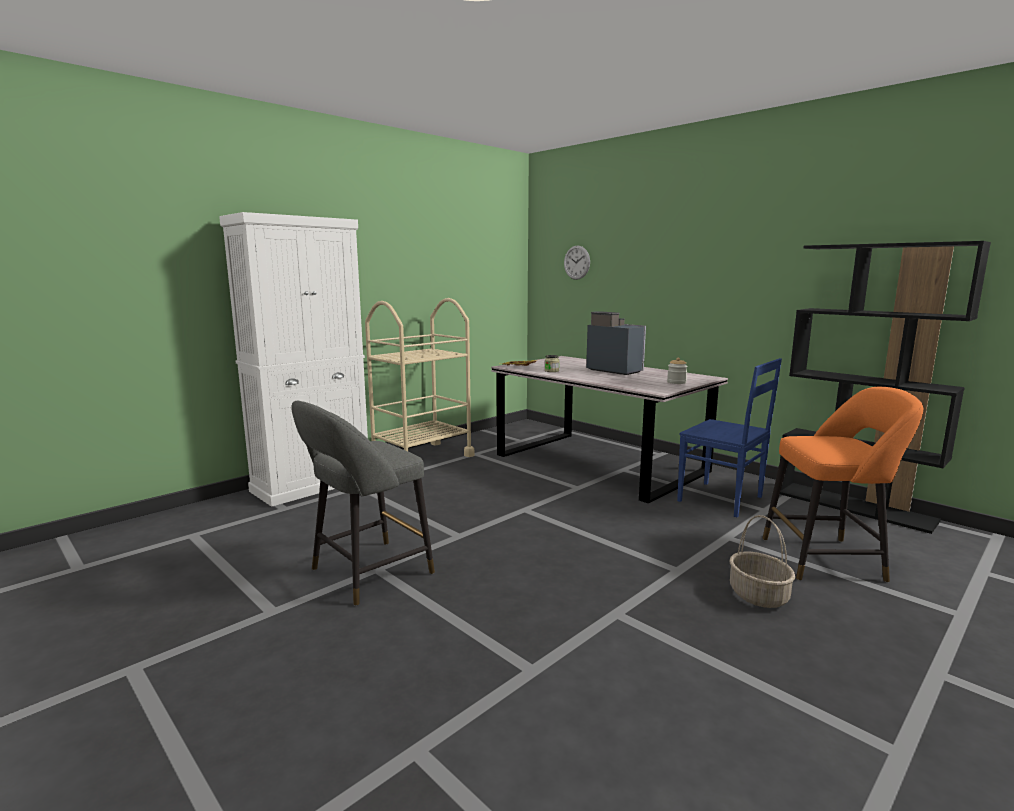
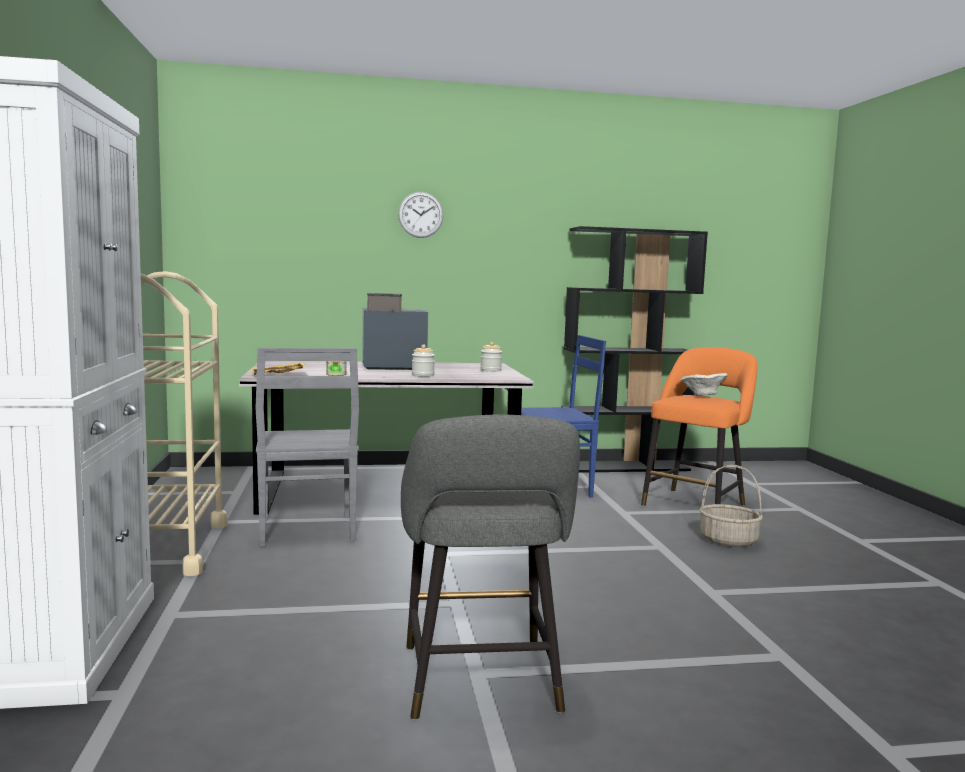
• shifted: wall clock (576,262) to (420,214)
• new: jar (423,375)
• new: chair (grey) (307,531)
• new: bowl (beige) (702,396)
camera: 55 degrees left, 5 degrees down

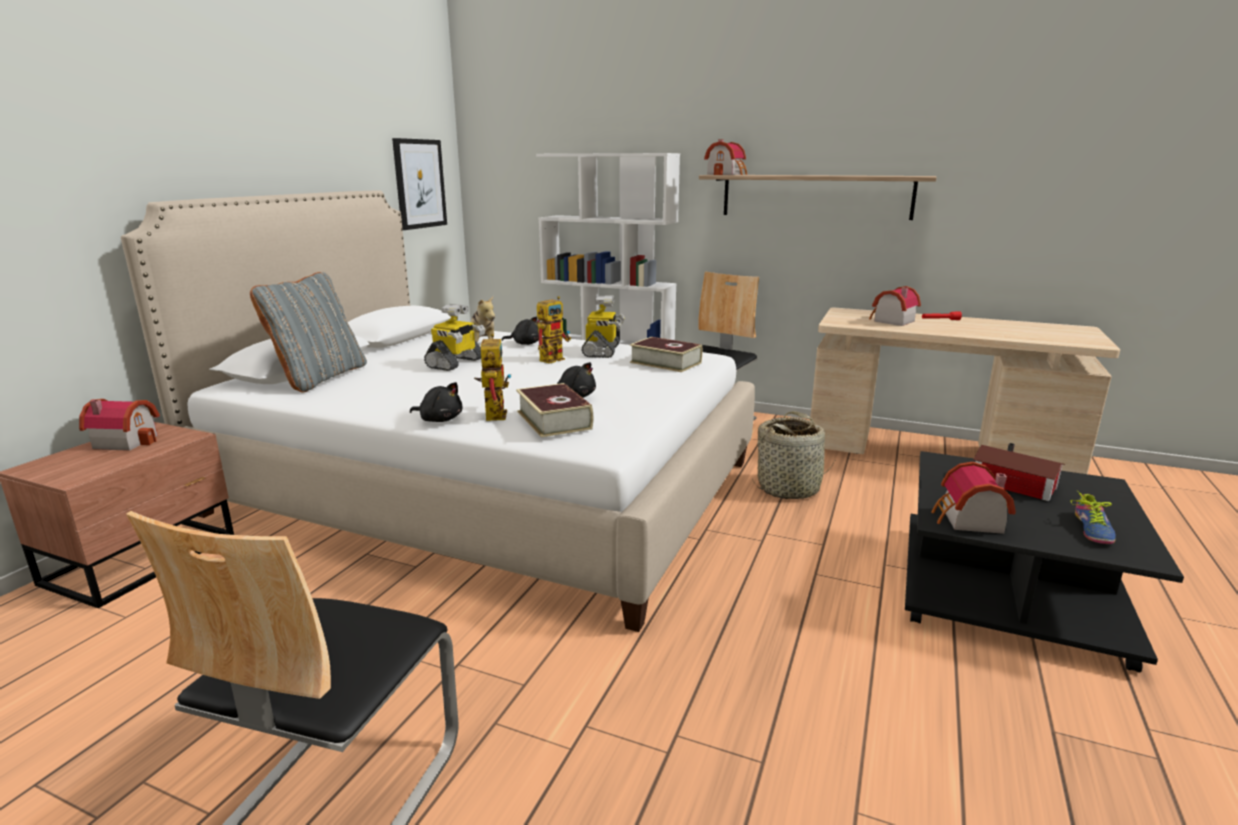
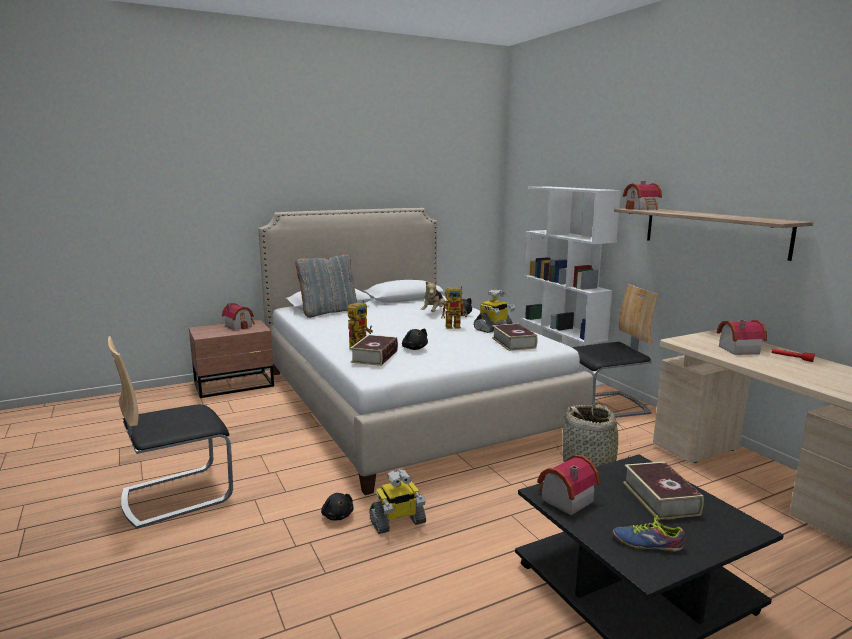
• gone: picture (419,184)
• shifted: toy robot (456,363) to (397,522)
• shifted: plush toy (black) (439,419) to (337,515)
• swapped: toy house (1015,485) to book (660,498)
• rotated: shoe (1089,529) = (646,542) 45 degrees clockwise
camera: 40 degrees right, 5 degrees down

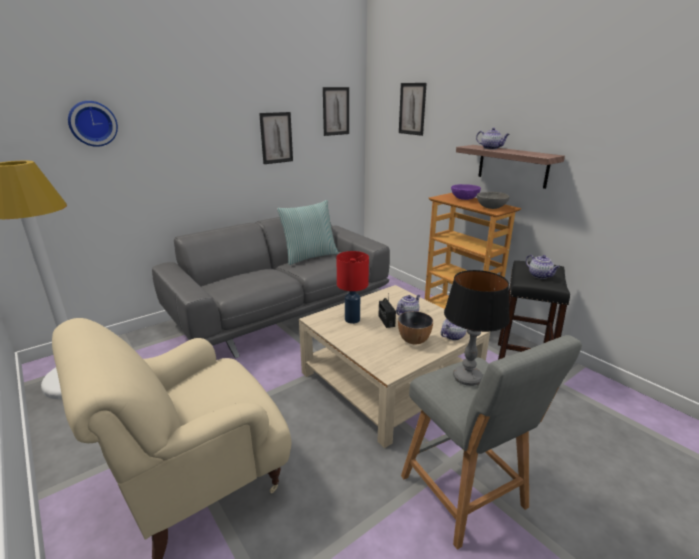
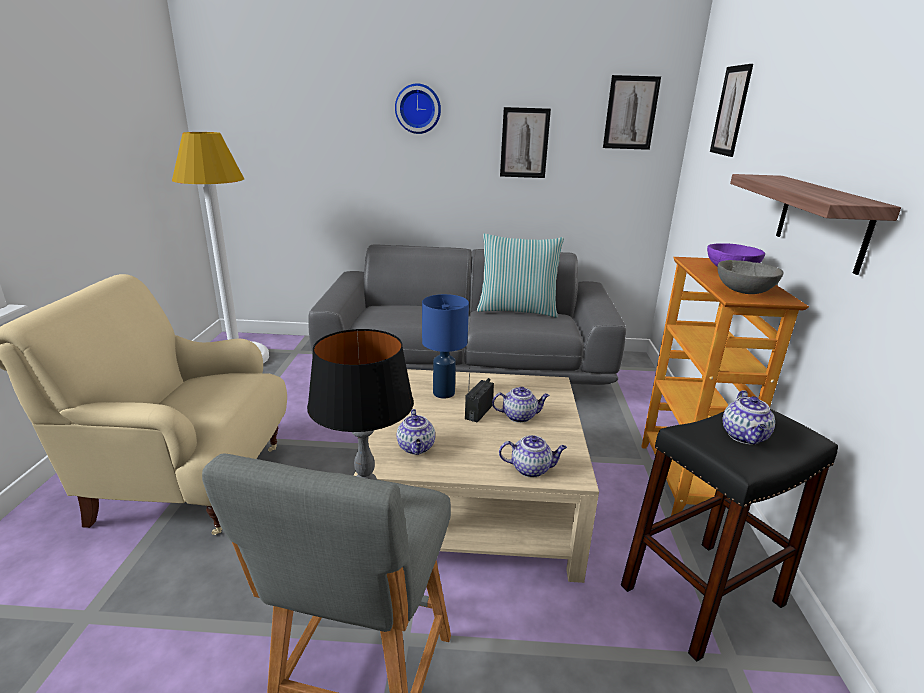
• shifted: wall clock (92,123) to (418,109)
• shifted: teapot (491,148) to (416,448)
• repainted: table lamp (red) (351,319) to table lamp (blue) (443,393)
• gone: bowl (414,340)
camera: 40 degrees right, 0 degrees up

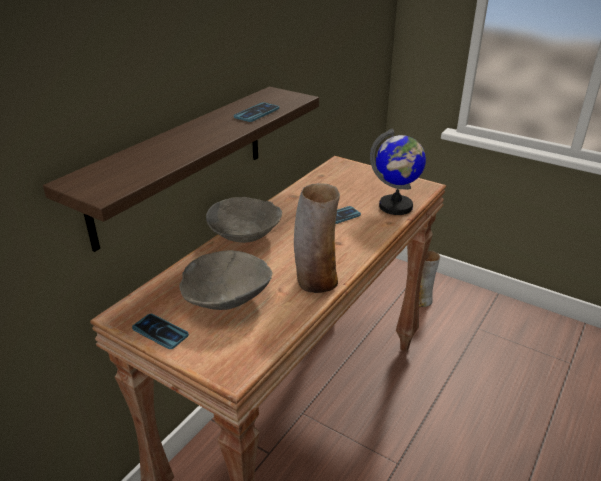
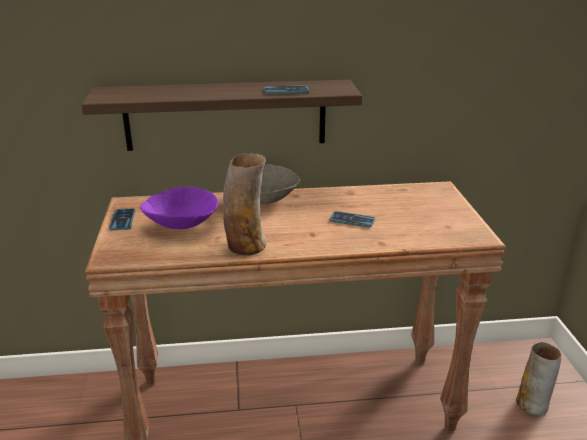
• gone: globe (396,207)
• repainted: bowl (grey) (227,300) to bowl (purple) (181,225)
camera: 50 degrees right, 5 degrees down

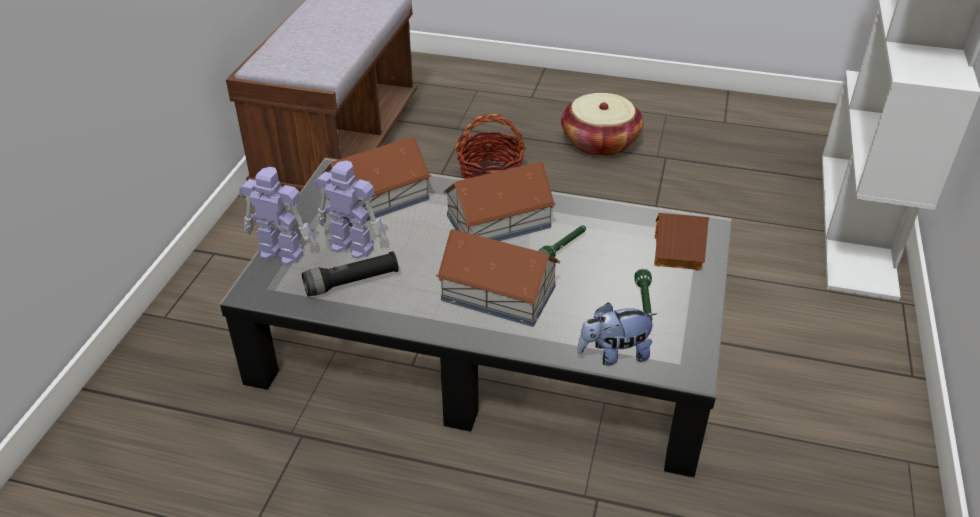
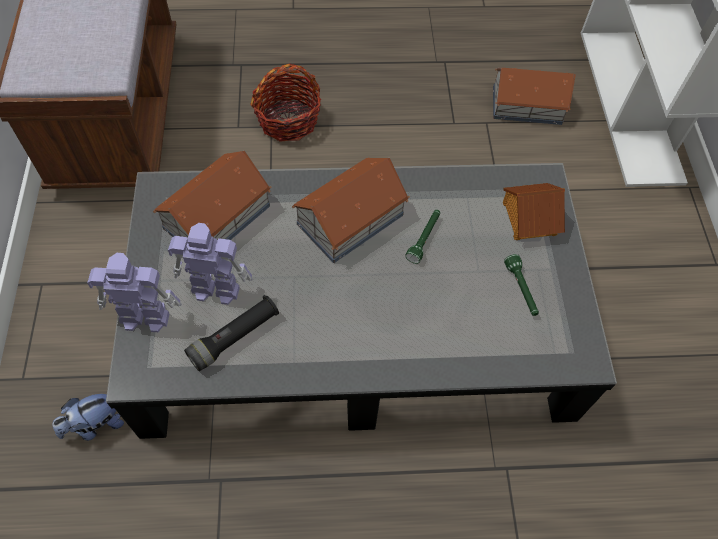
• gone: basket (599,142)
• shifted: toy house (499,294) to (527,105)
• shifted: plush toy (614,354) to (95,425)
camera: 20 degrees left, 20 degrees up

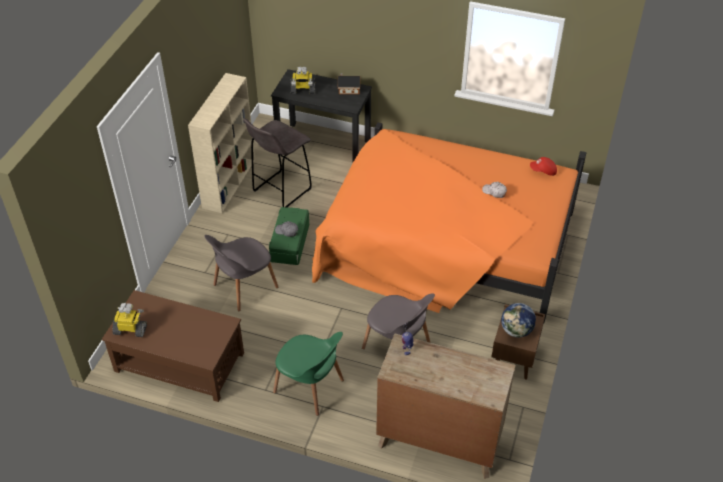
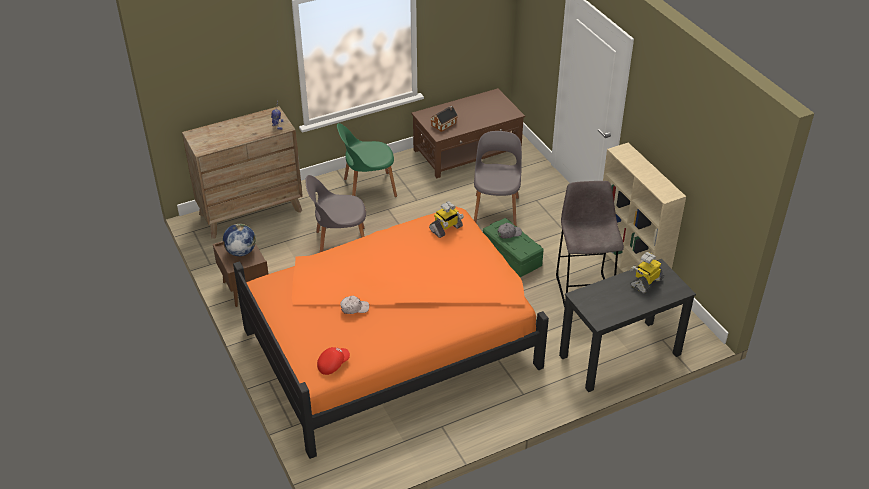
• shifted: toy house (348,89) to (444,124)
• shifted: toy robot (131,329) to (446,229)
camera: 135 degrees right, 5 degrees down

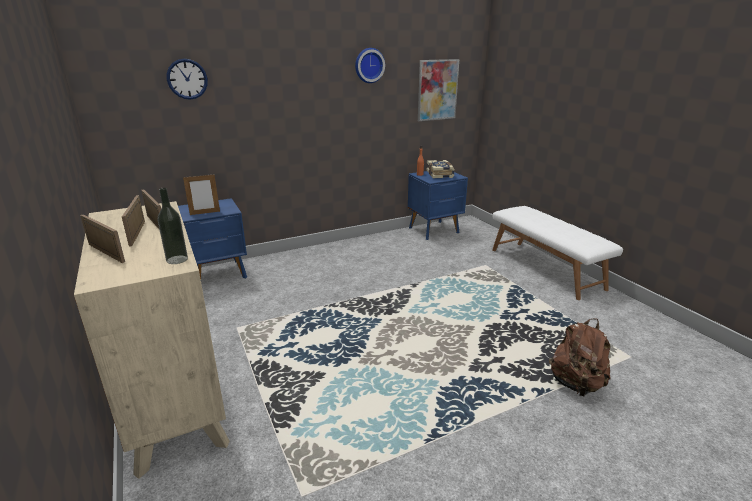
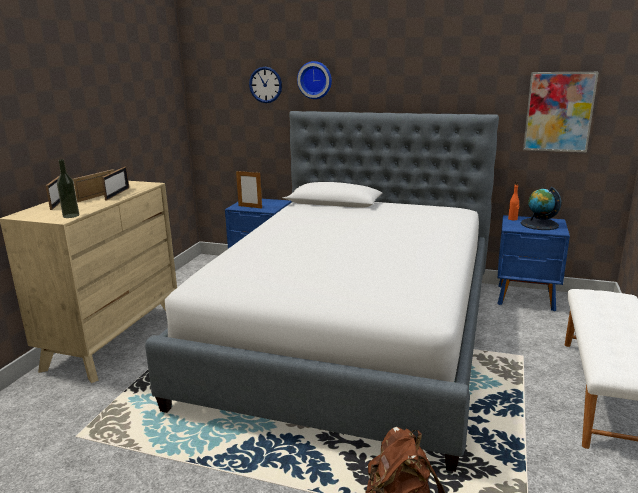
• shifted: wall clock (369,65) to (315,80)
• swapped: book (440,174) to globe (539,224)
• new: bed (352,335)
camera: 45 degrees right, 5 degrees down

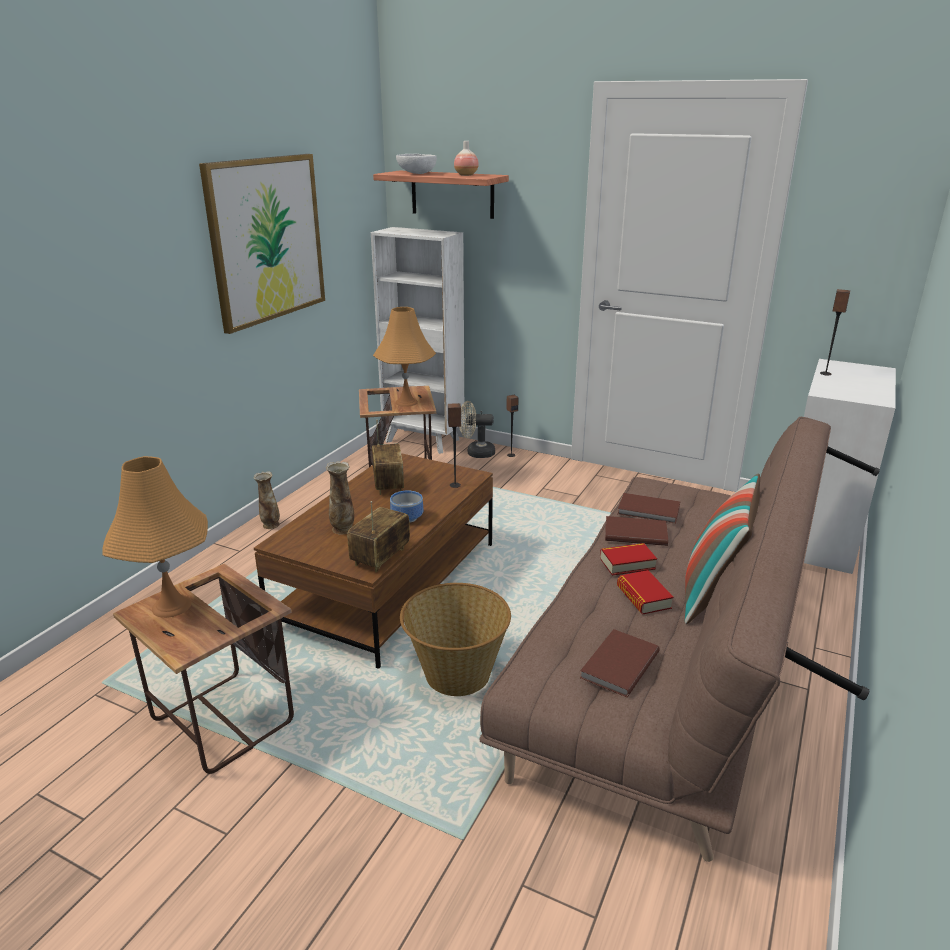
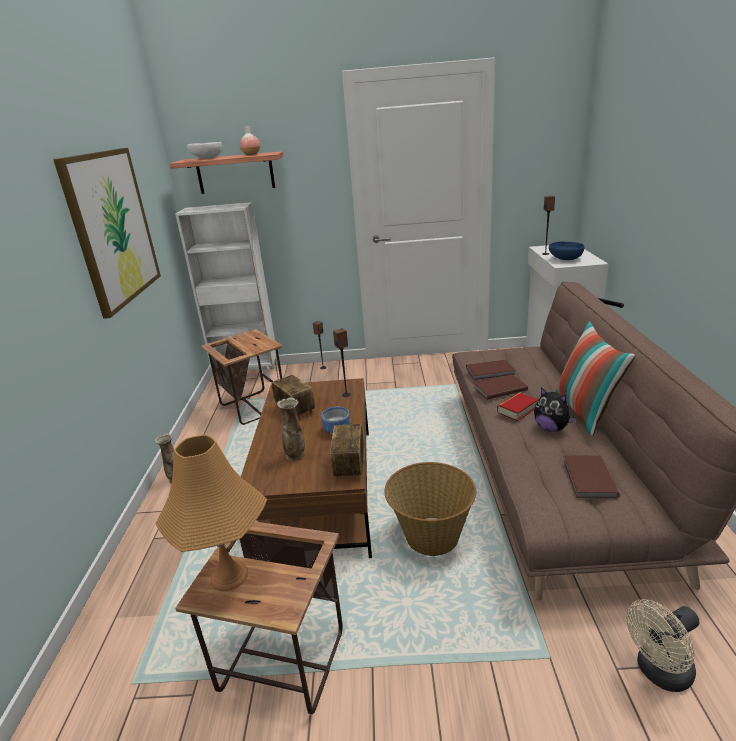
• gone: table lamp (orange) (406,402)
• shifted: fan (beige) (476,453) to (658,673)
• swapped: book (643,597) to plush toy (551,428)
• new: bowl (blue) (565,259)
camera: 25 degrees left, 0 degrees up

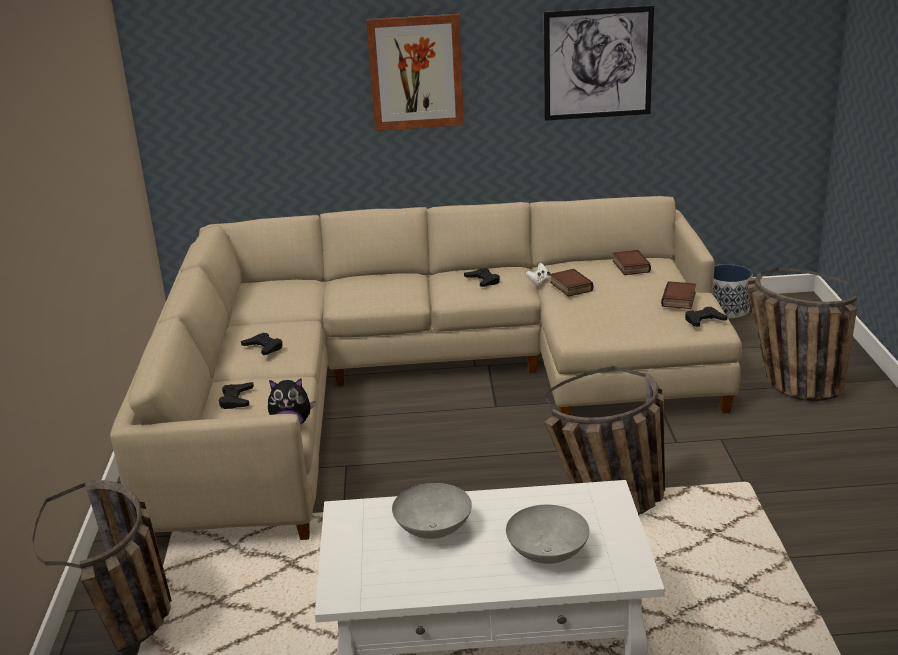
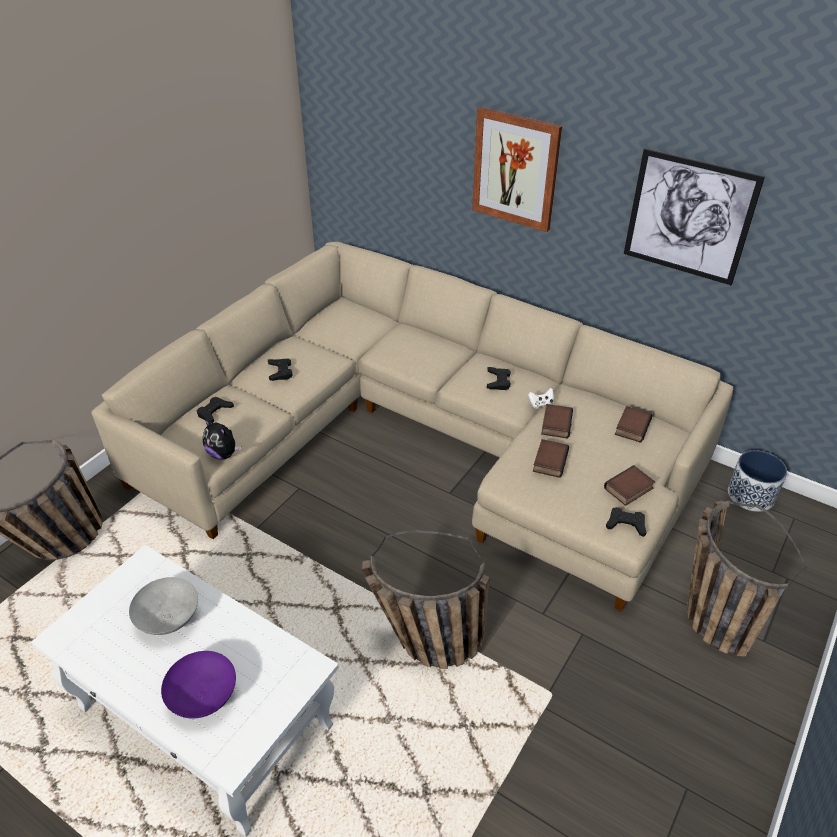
• repainted: bowl (grey) (547,555) to bowl (purple) (202,698)
• new: book (549,461)
camera: 35 degrees right, 15 degrees up

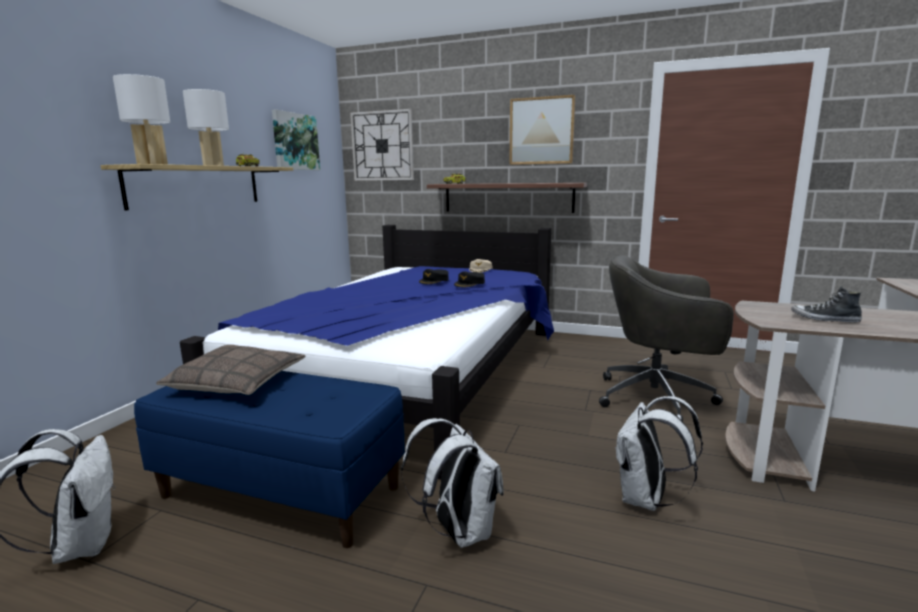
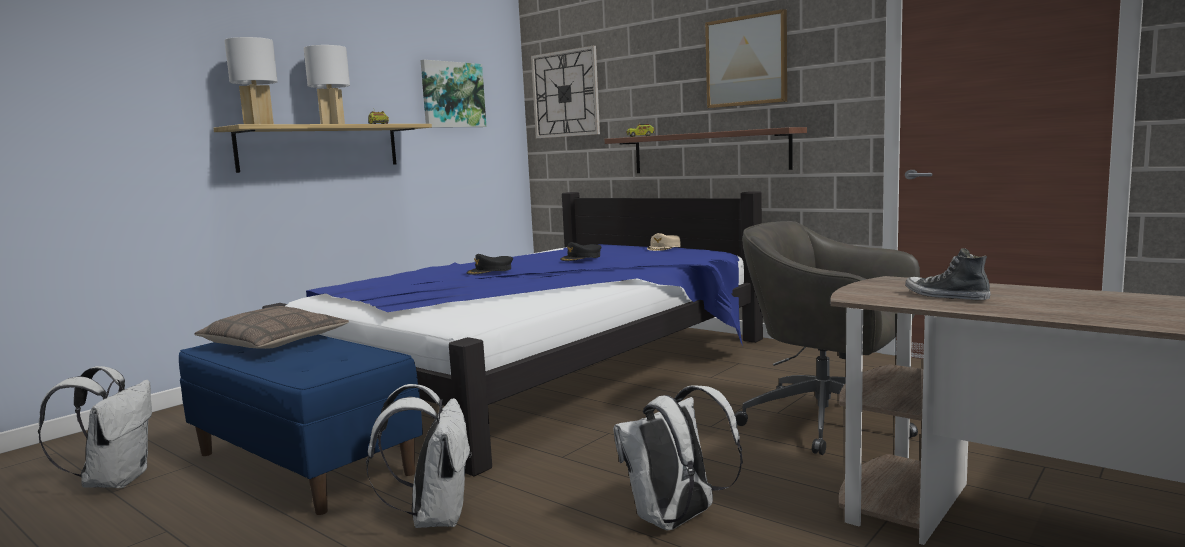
• shifted: cap (black) (470,284) to (490,271)
camera: 20 degrees right, 5 degrees down

